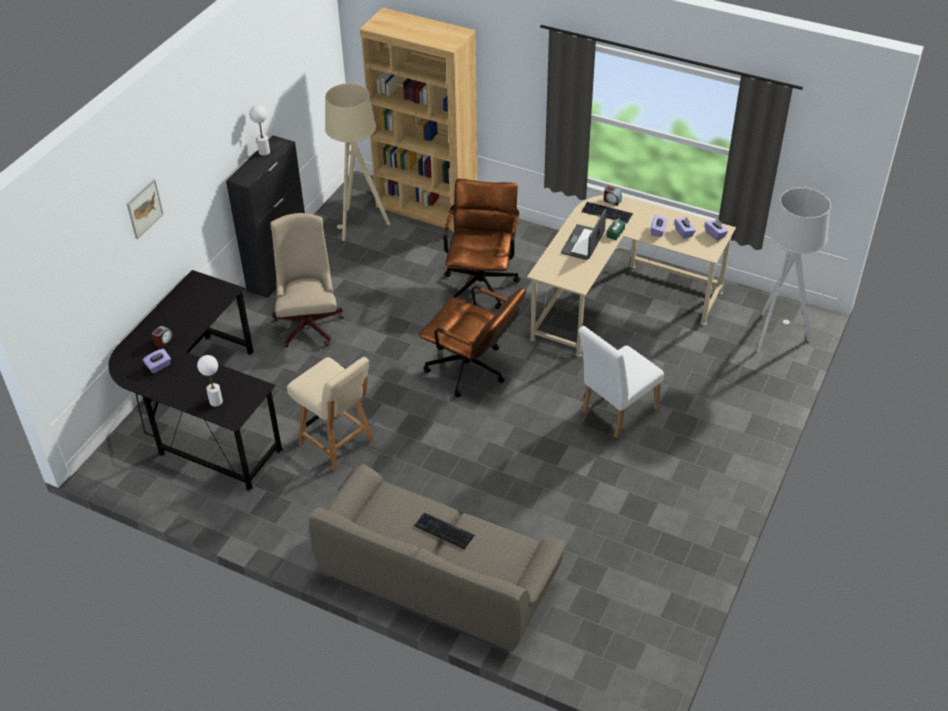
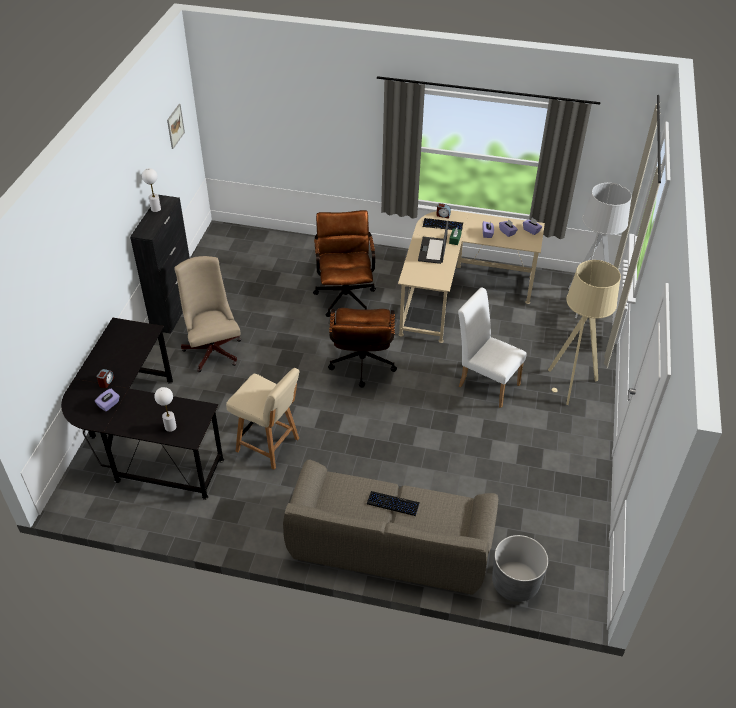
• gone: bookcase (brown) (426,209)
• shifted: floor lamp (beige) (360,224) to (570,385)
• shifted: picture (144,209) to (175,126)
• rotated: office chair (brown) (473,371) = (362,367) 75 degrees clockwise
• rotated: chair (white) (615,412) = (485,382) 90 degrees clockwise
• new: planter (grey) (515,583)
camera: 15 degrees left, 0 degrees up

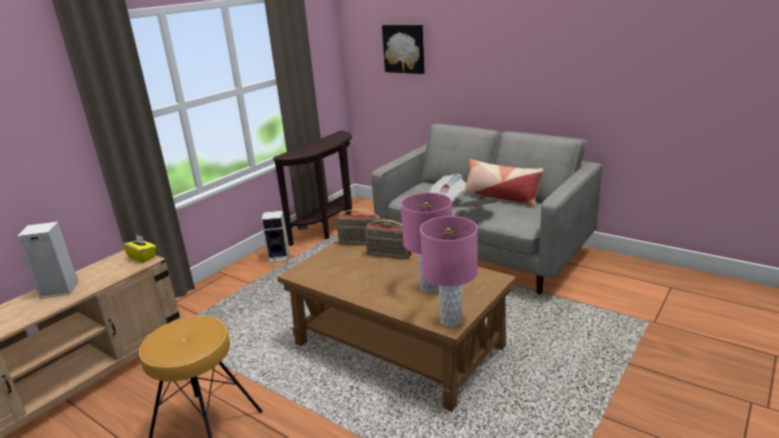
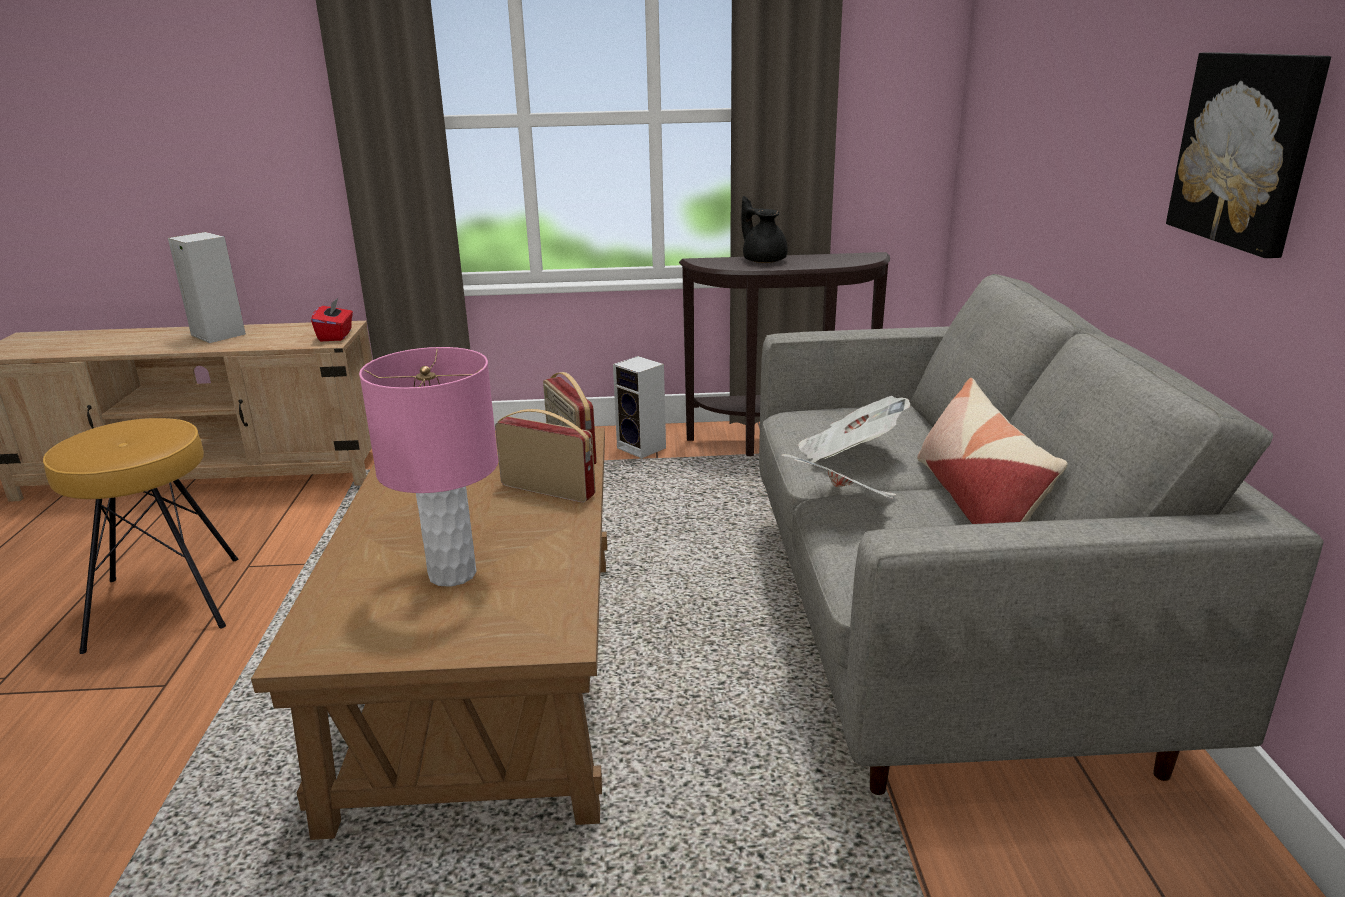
• shifted: picture (404,48) to (1248,150)
• gone: table lamp (pink) (450,320)
• rotated: radio (388,255) = (548,489) 135 degrees clockwise
• repainted: tissue box (yellow) (142,257) to tissue box (red) (336,336)
• new: teapot (black) (763,260)
camera: 50 degrees right, 0 degrees up

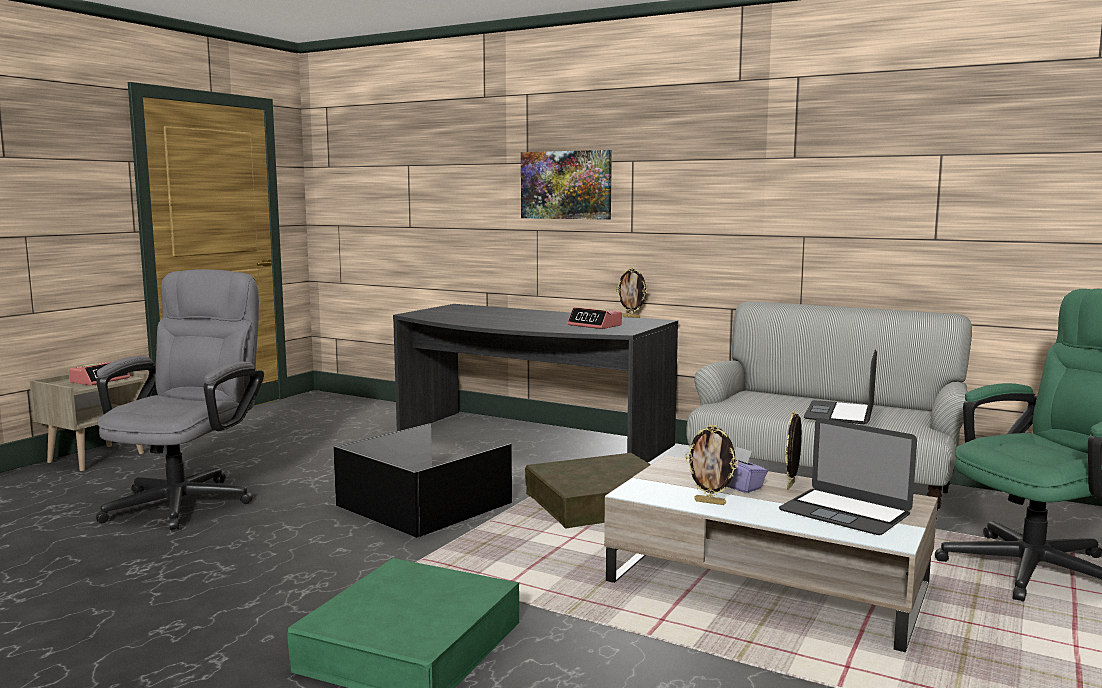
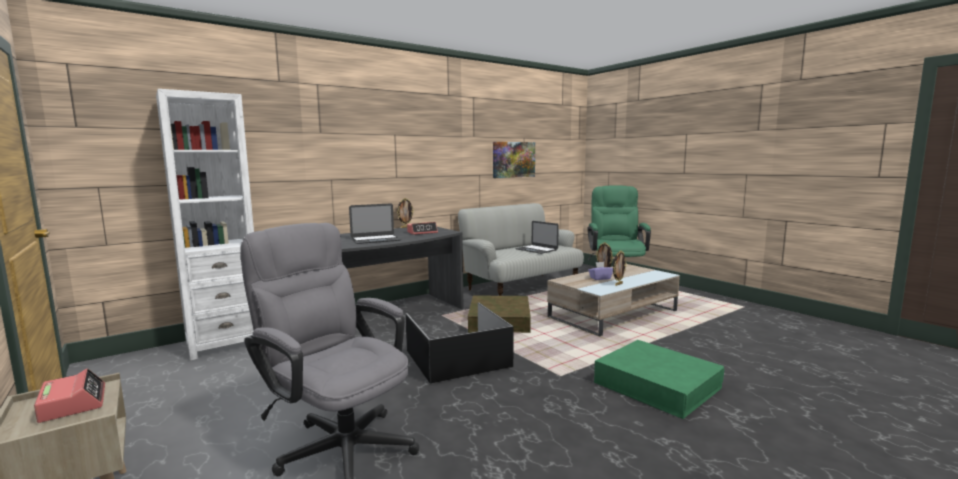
• shifted: picture (566,185) to (513,159)
• shifted: laptop (844,512) to (375,239)
• new: bookcase (white) (224,343)
camera: 65 degrees left, 0 degrees up

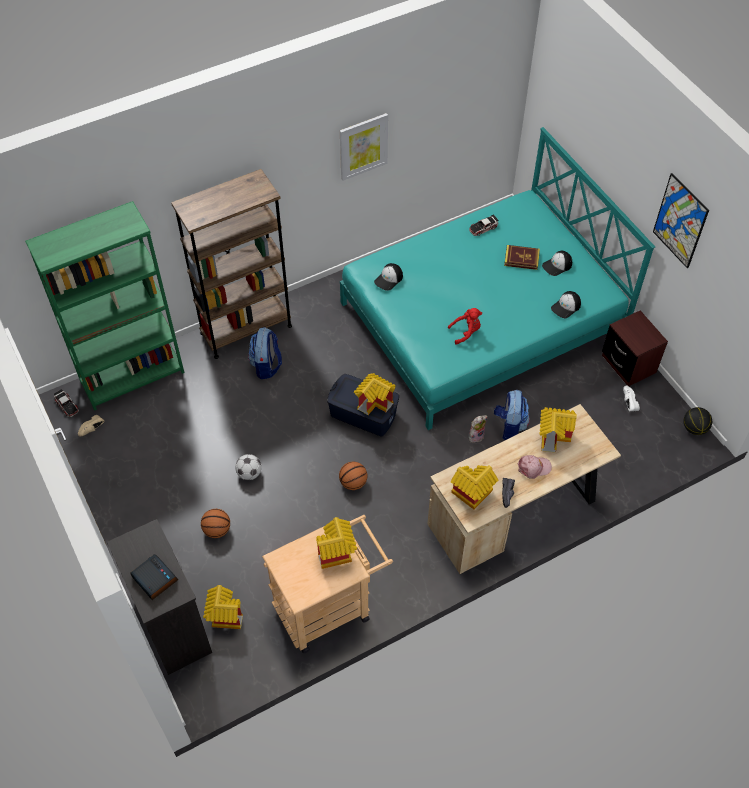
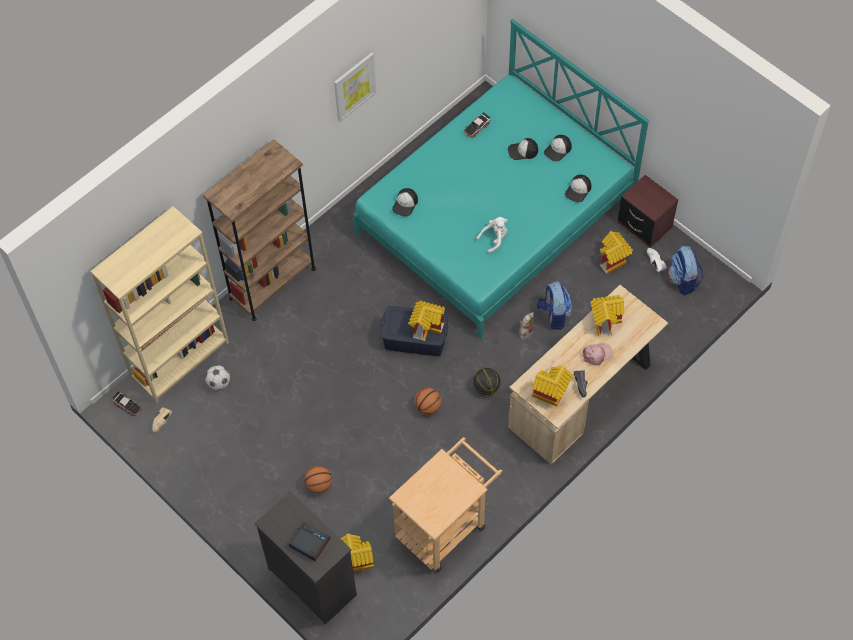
• gone: picture (680,221)
• repainted: bookcase (green) (133,377) to bookcase (beige) (180,360)
• swapped: book (521,259) to cap (523,151)
• repainted: plush toy (red) (466,332) to plush toy (white) (494,239)
• shifted: backpack (266,366) to (683,280)
• shifted: basketball (694,428) to (486,387)
• shifted: football (249,473) to (219,383)
• shifted: toy house (336,555) to (613,261)
camera: 15 degrees left, 5 degrees up

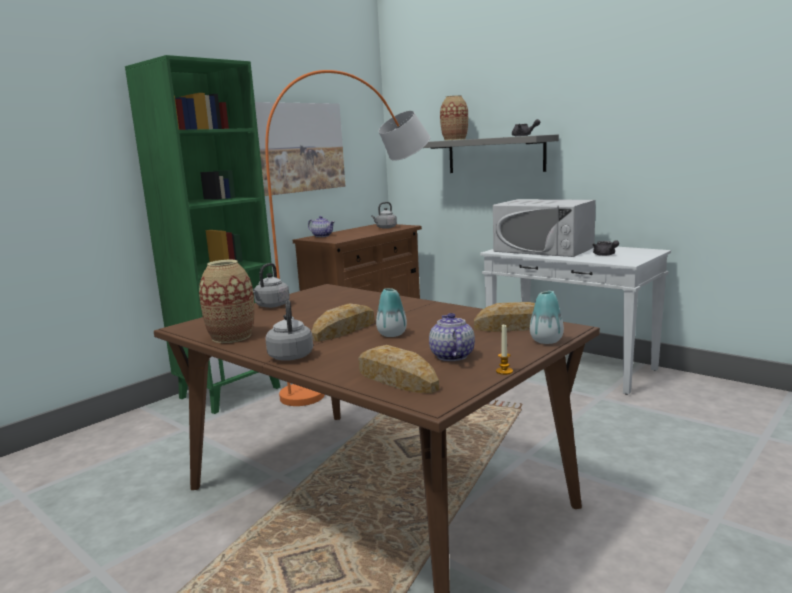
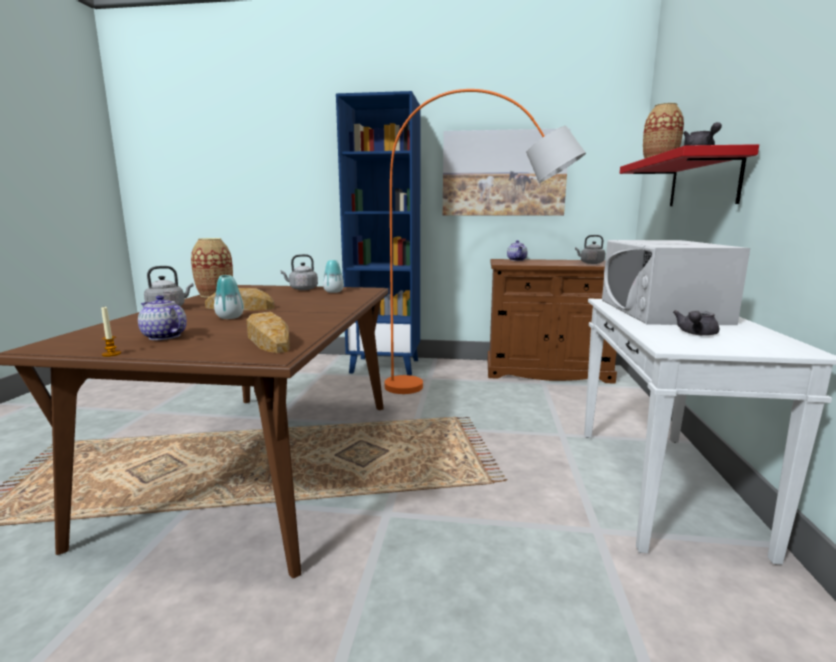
• repainted: bookcase (green) (230,392) to bookcase (blue) (385,366)
• repainted: shelf (grey) (495,155) to shelf (red) (703,181)
• shifted: vase (546,341) to (333,292)
• rotated: teapot (451,356) = (163,336) 105 degrees counterclockwise
• gone: bread (396,379)
camera: 55 degrees right, 0 degrees up

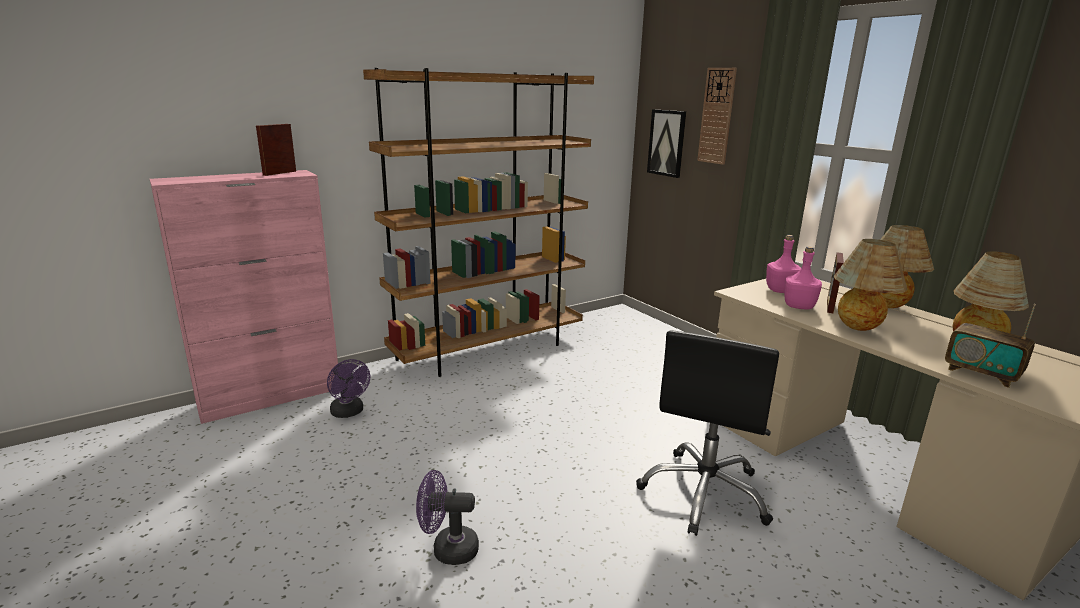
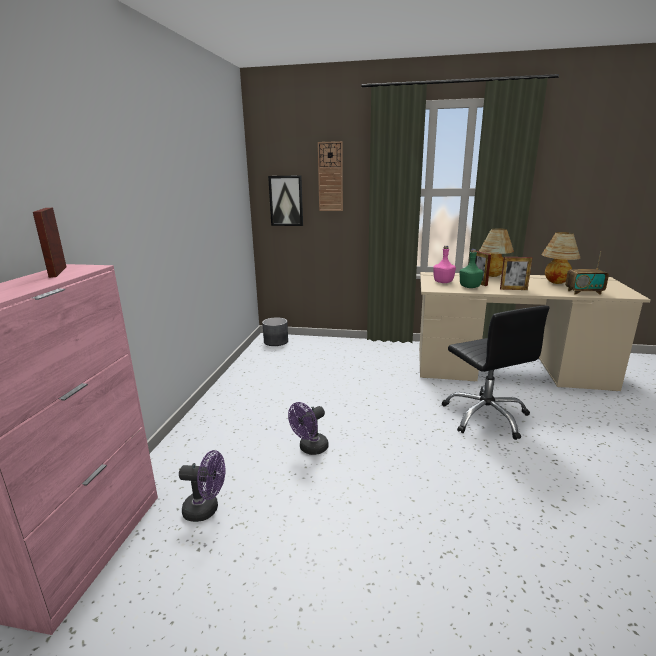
• gone: bookcase (brown) (489,350)
• swapped: table lamp (859,329) to picture frame (513,289)
• repainted: bottle (pink) (799,306) to bottle (green) (470,287)
• shifted: fan (purple) (448,549) to (310,449)
• new: planter (grey) (276,341)
camera: 45 degrees left, 0 degrees up

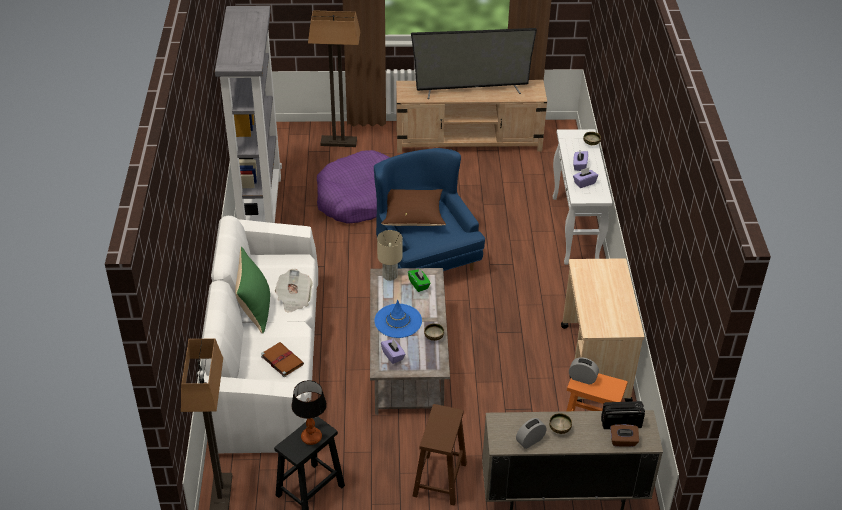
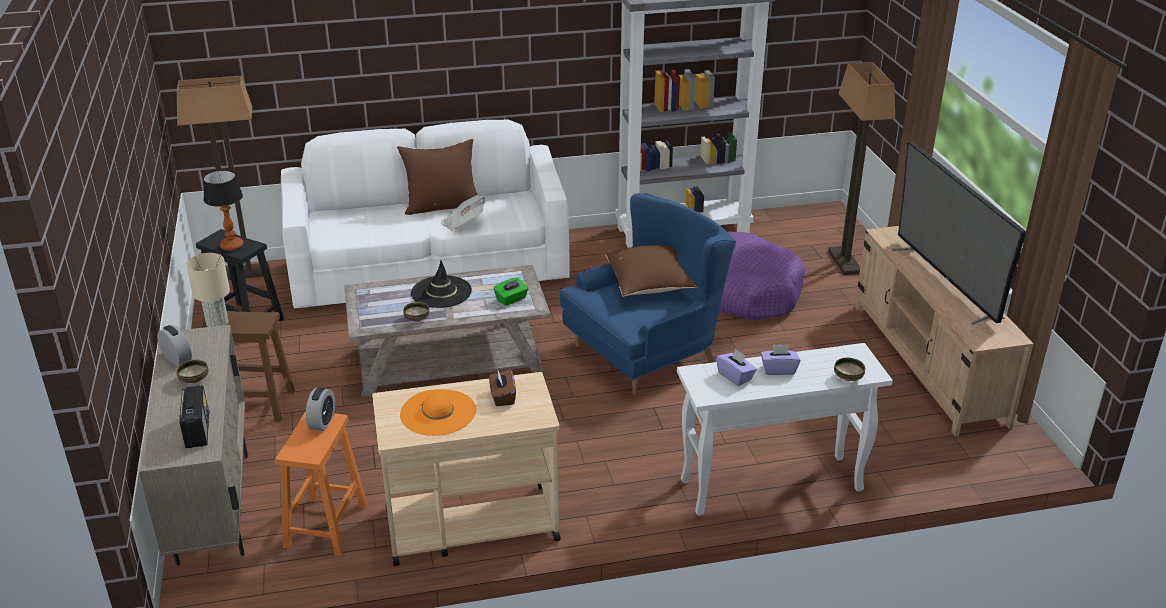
• shifted: table lamp (beige) (390,275) to (217,323)
• repainted: pillow (green) (255,309) to pillow (brown) (442,206)
• repainted: hat (blue) (398,321) to hat (black) (441,292)
• gone: tissue box (purple) (393,356)
• gone: book (brown) (281,360)
• shifted: tissue box (brown) (623,441) to (502,397)
• new: hat (orange) (438,412)
camera: 80 degrees right, 10 degrees down

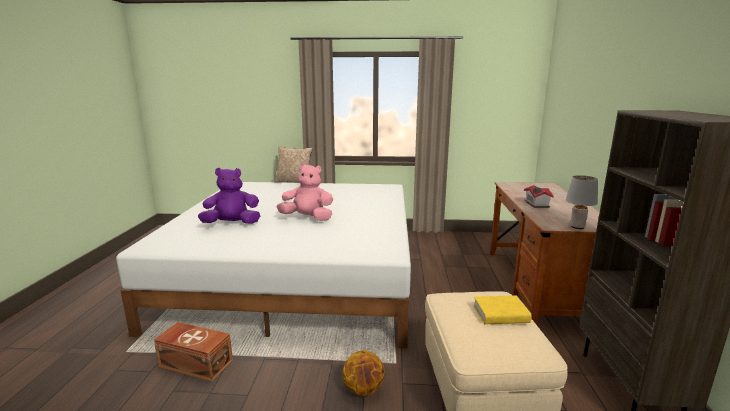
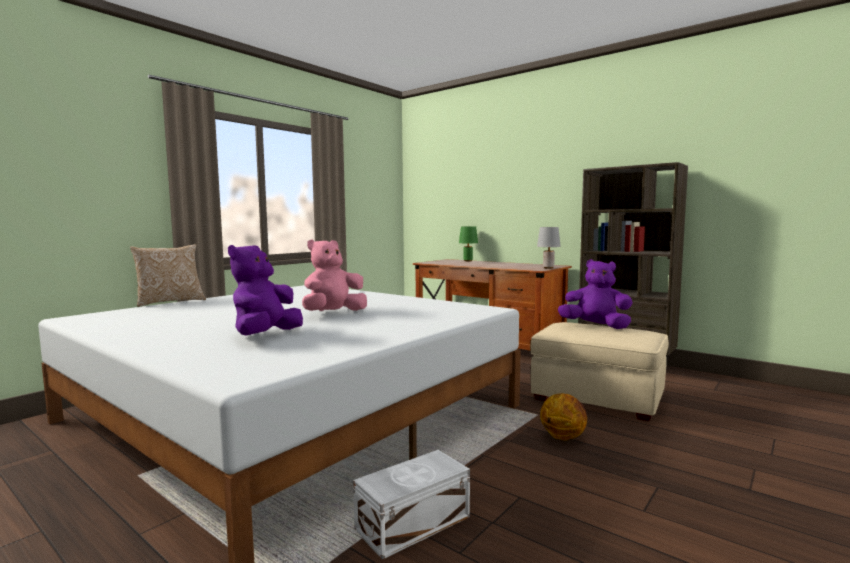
• gone: toy house (536,204)
• swapped: book (yellow) (500,314) to plush toy (purple) (595,326)
• repainted: storage box (brown) (196,363) to storage box (white) (411,523)
• new: table lamp (green) (468,261)
camera: 55 degrees left, 10 degrees down

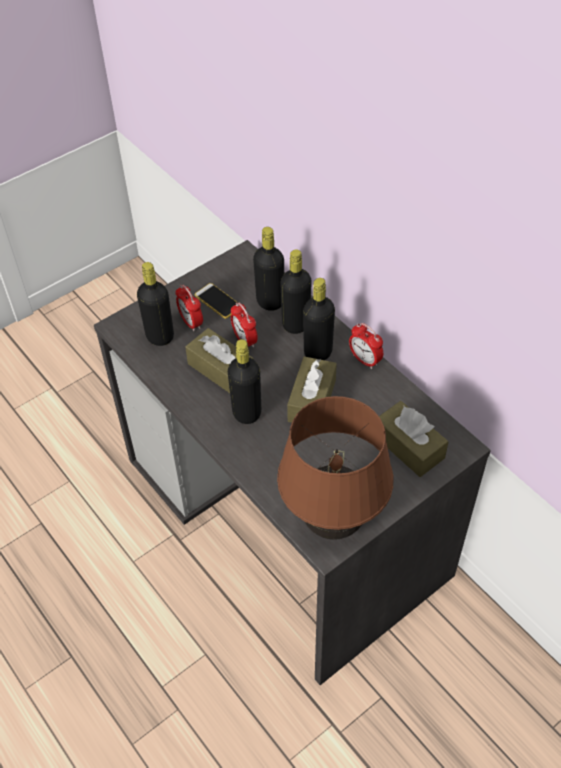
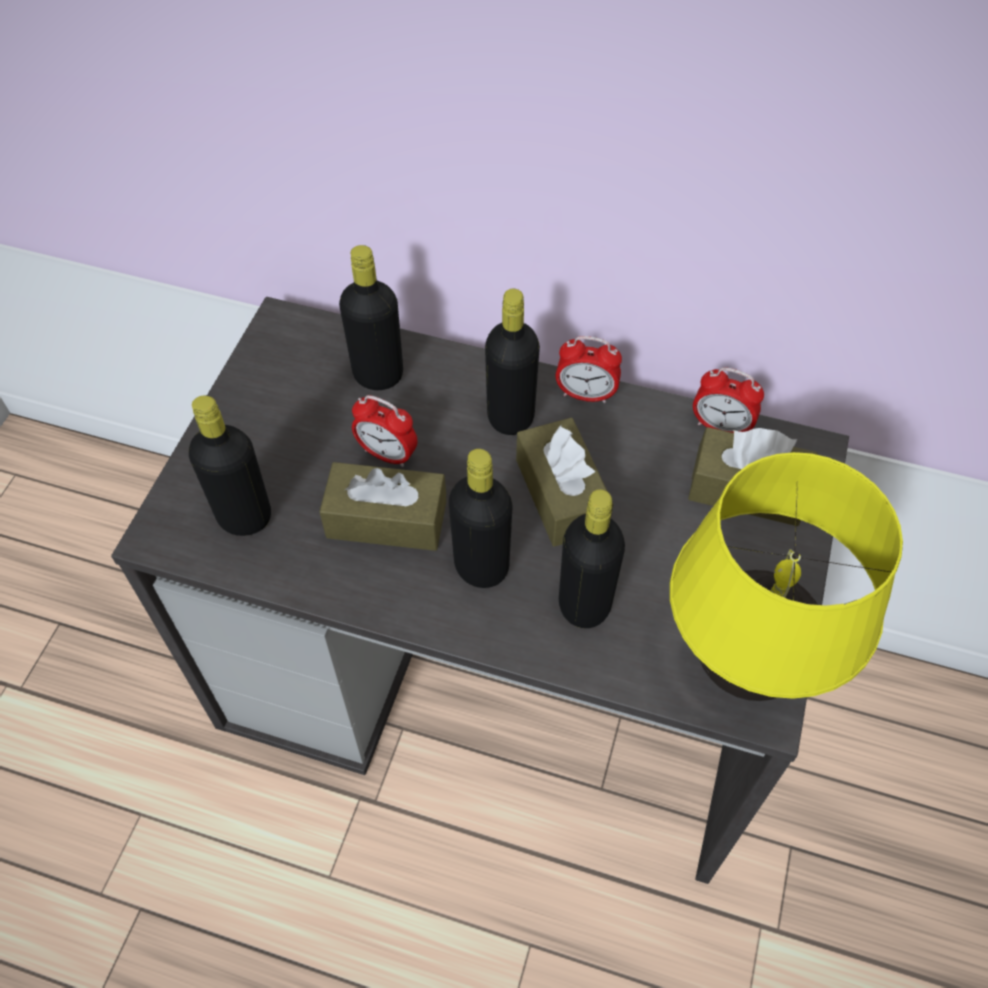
• shifted: bottle (black) (296,324) to (584,604)
• gone: phone (218,301)
• shifted: alarm clock (191,322) to (720,427)
• repainted: table lamp (brown) (332,523) to table lamp (yellow) (742,667)
camera: 35 degrees left, 5 degrees up

